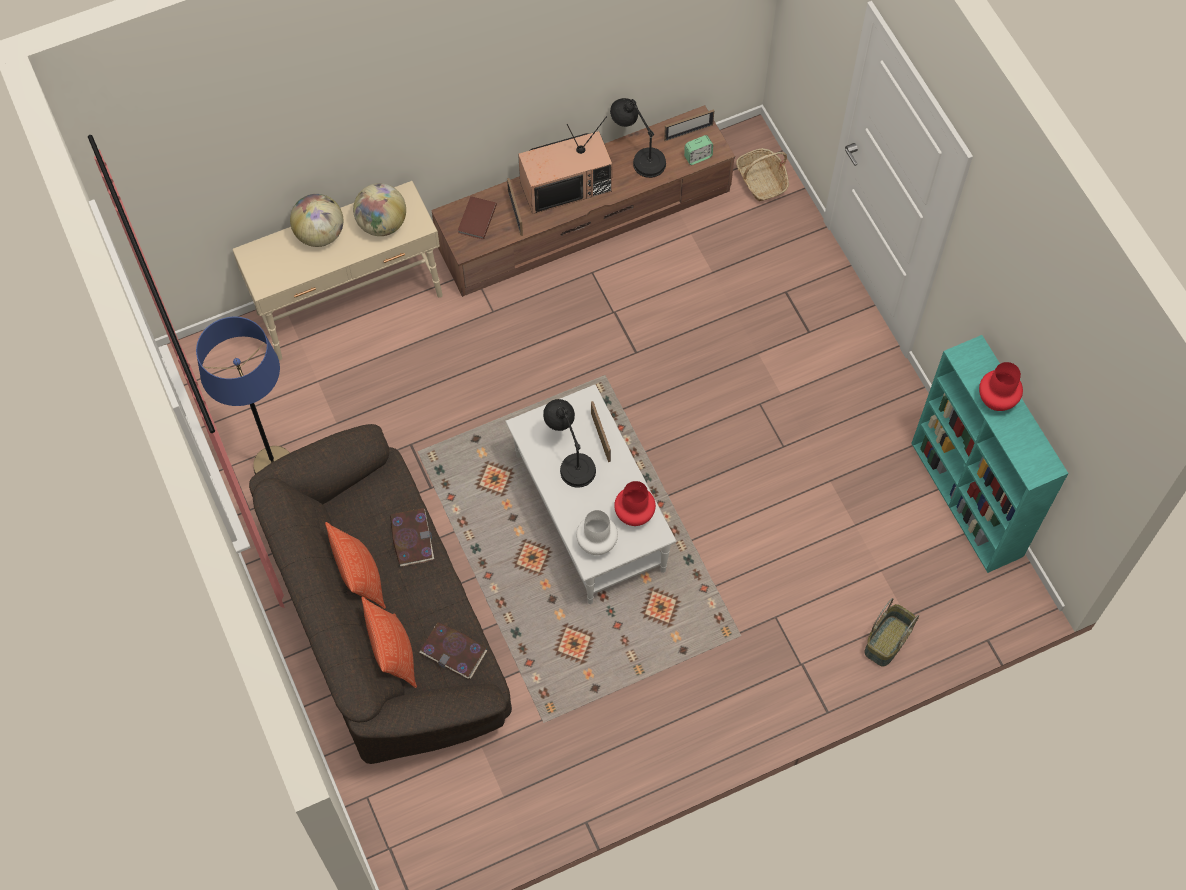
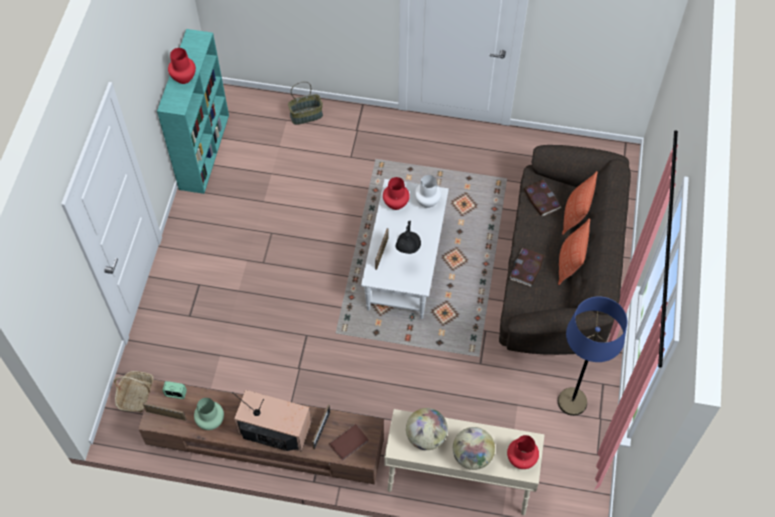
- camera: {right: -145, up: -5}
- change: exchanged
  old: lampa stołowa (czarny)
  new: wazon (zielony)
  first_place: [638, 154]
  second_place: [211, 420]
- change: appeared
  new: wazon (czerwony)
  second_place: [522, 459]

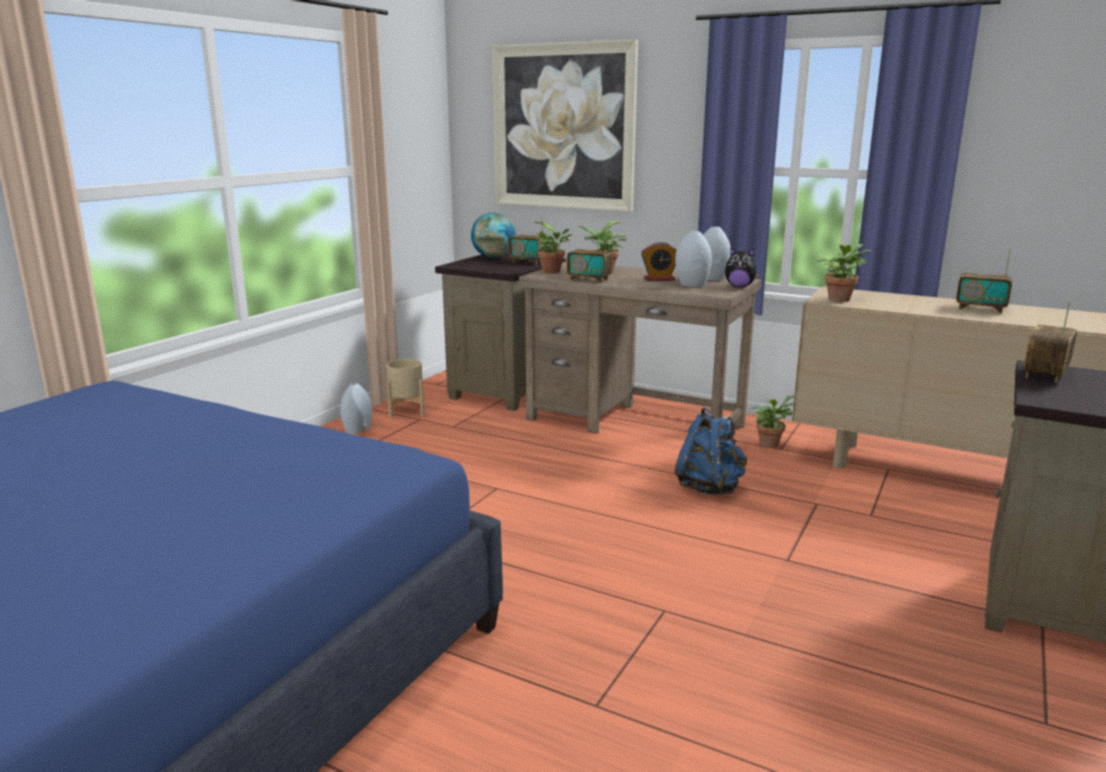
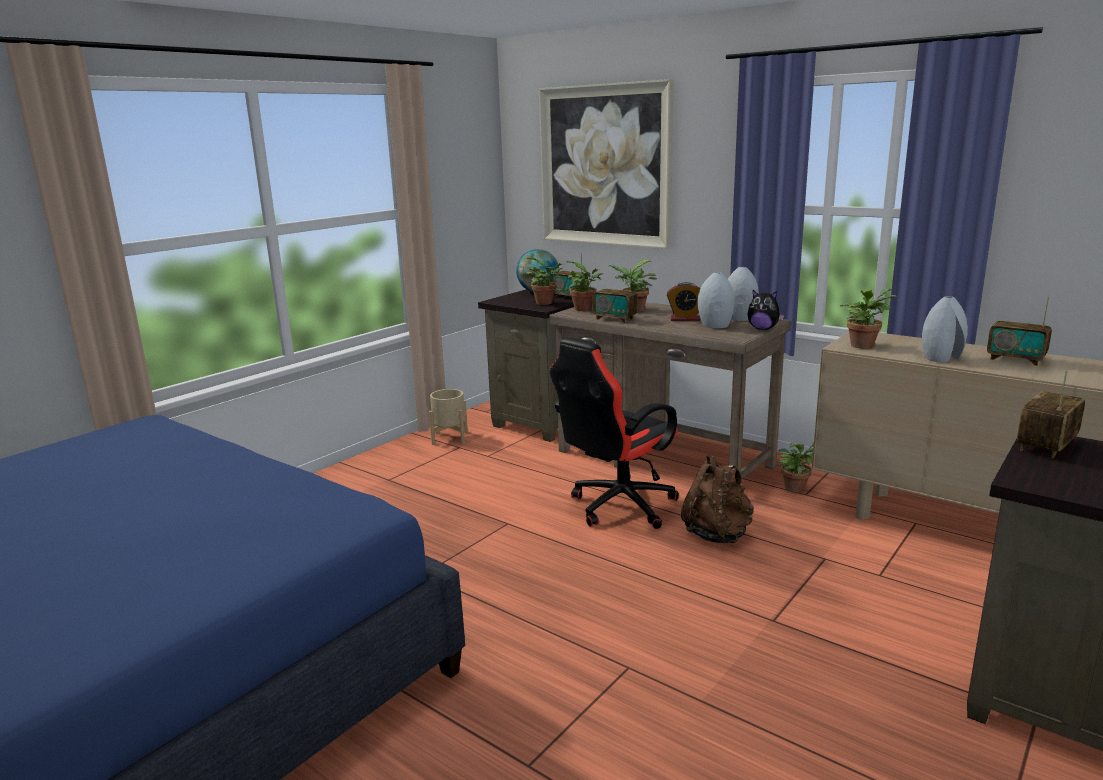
- camera: {right: 10, up: 0}
- change: relocated
  old: wazon (szary)
  first_place: [358, 430]
  second_place: [941, 359]
- change: colour
  old: plecak (niebieski)
  new: plecak (brązowy)
  first_place: [710, 487]
  second_place: [717, 534]
- change: appeared
  new: roślina doniczkowa
  second_place: [546, 303]
- change: appeared
  new: krzesło biurowe (czarny)
  second_place: [616, 509]

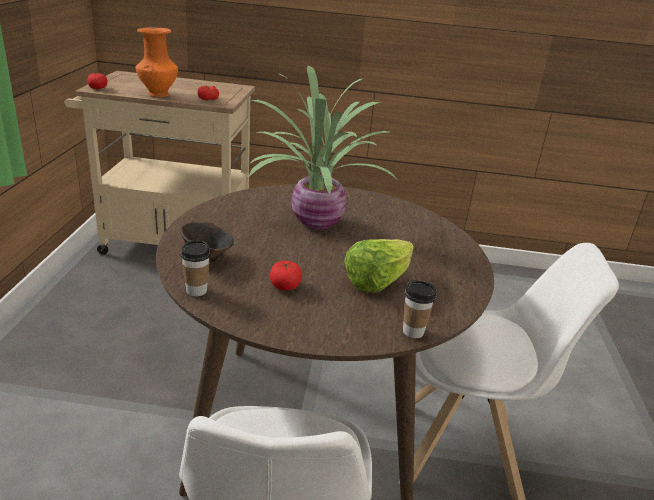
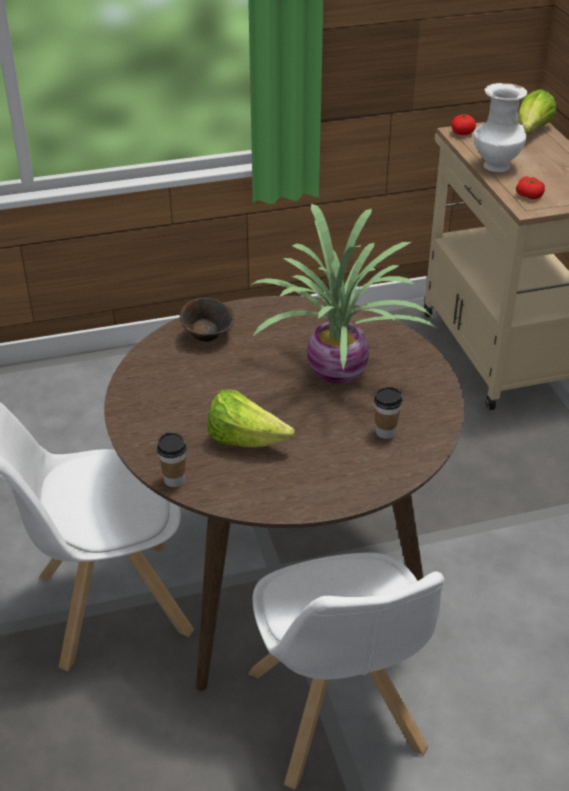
- camera: {right: 70, up: 10}
- change: colour
  old: wazon (pomarańczowy)
  new: wazon (biały)
  first_place: [158, 95]
  second_place: [495, 166]
- change: relocated
  old: filiżanka
  first_place: [196, 290]
  second_place: [385, 432]
- change: missing
  old: pomidor
  first_place: [285, 286]
- change: appeared
  new: sałata
  second_place: [532, 131]

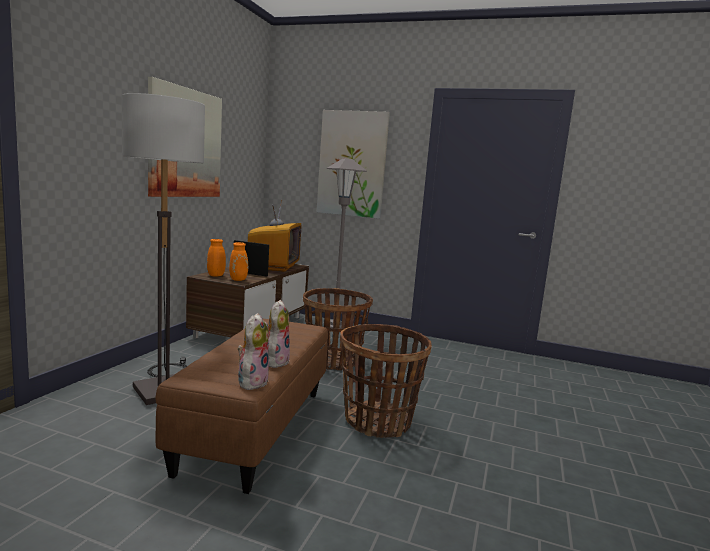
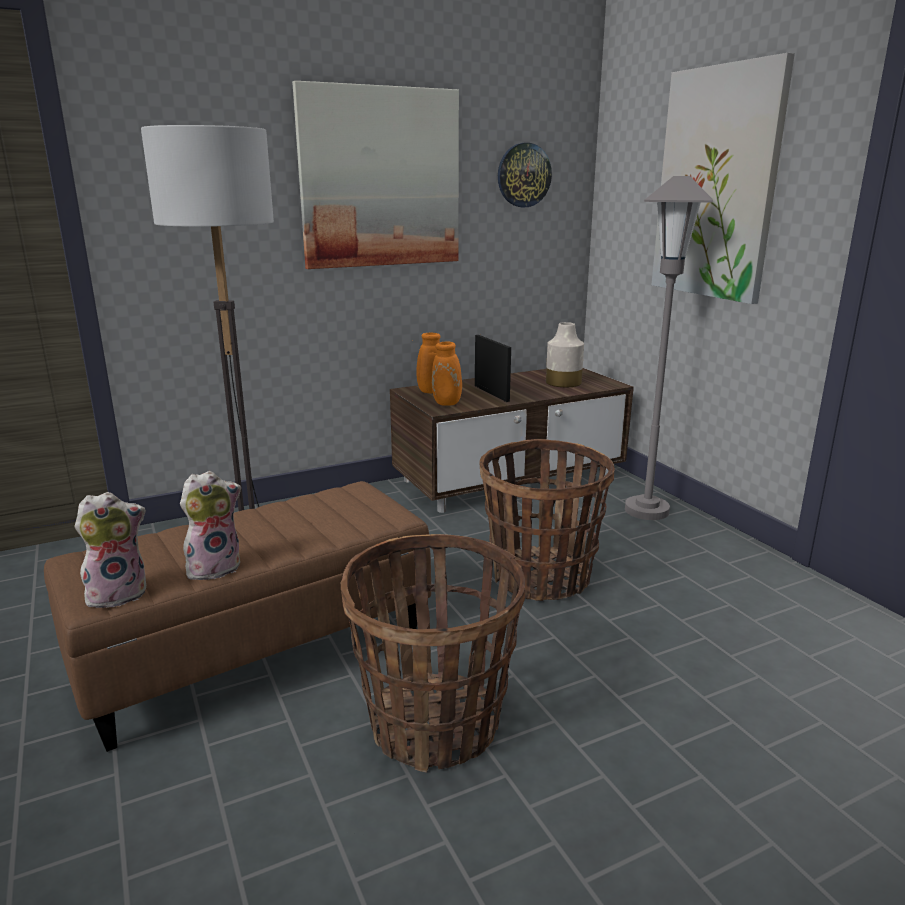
- camera: {right: 45, up: 10}
- change: exchanged
  old: telewizor
  new: wazon (beżowy)
  first_place: [274, 266]
  second_place: [563, 382]
- change: appeared
  new: zegar ścienny
  second_place: [523, 175]

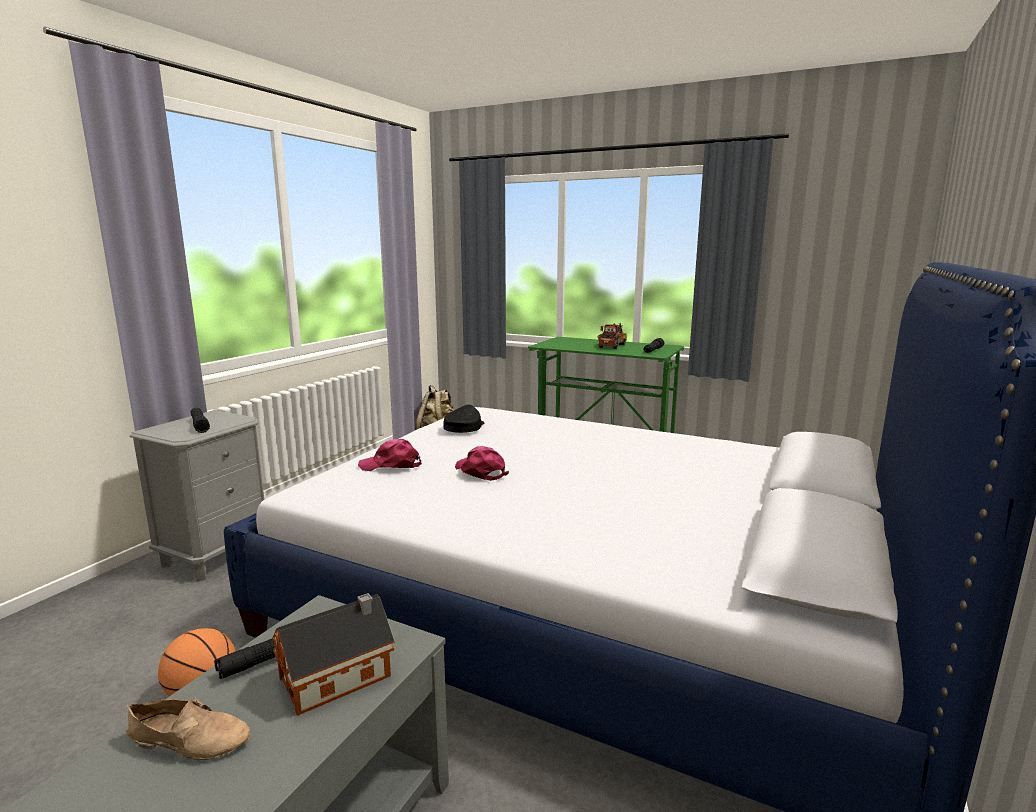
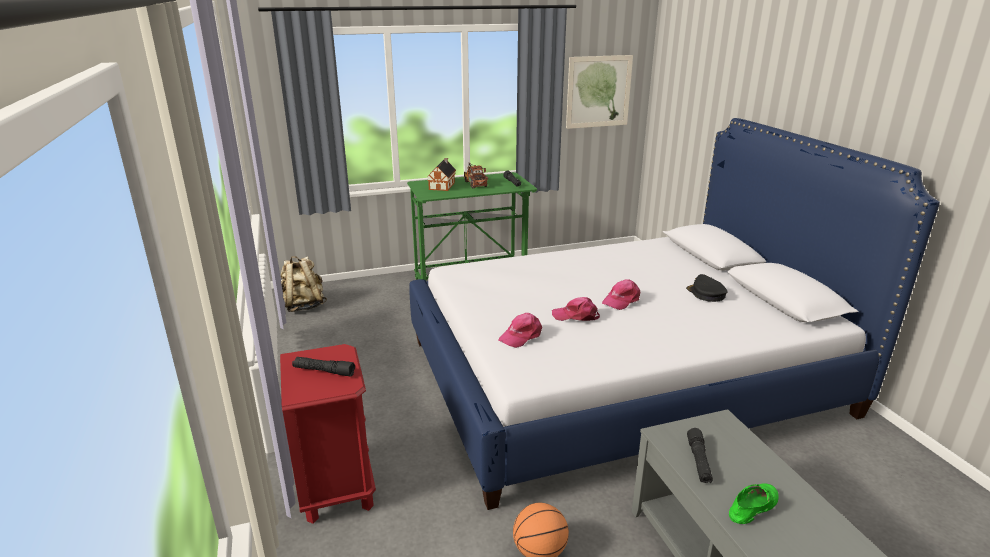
- camera: {right: -45, up: 10}
- change: relocated
  old: czapka z daszkiem (czarny)
  first_place: [463, 426]
  second_place: [705, 293]
- change: colour
  old: szafka nocna (szary)
  new: szafka nocna (czerwony)
  first_place: [217, 554]
  second_place: [336, 486]
- change: relocated
  old: domek
  first_place: [340, 675]
  second_place: [442, 185]
- change: colour
  old: but (beżowy)
  new: but (zielony)
  first_place: [191, 738]
  second_place: [752, 506]
- change: appeared
  new: obraz
  second_place: [598, 92]
- change: appeared
  new: czapka z daszkiem (różowy)
  second_place: [621, 300]

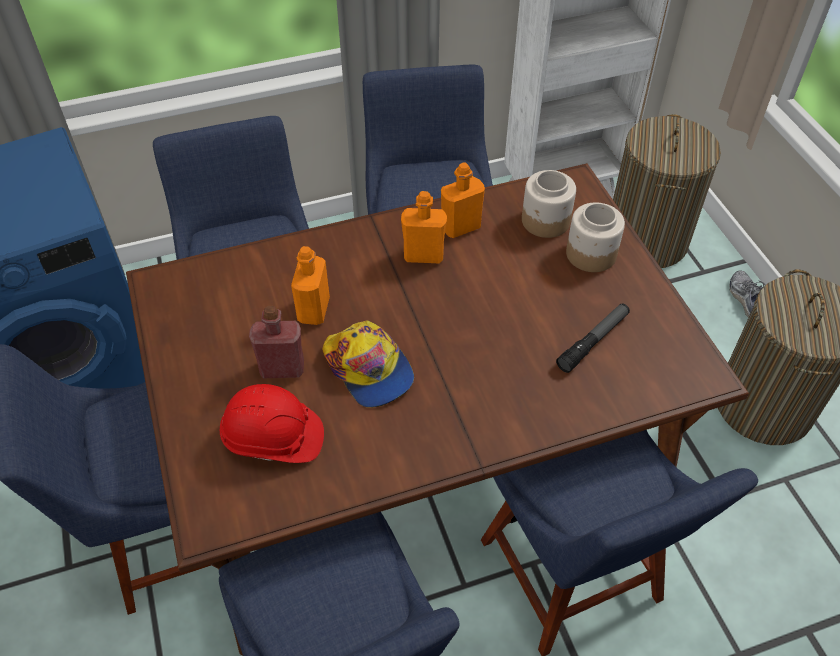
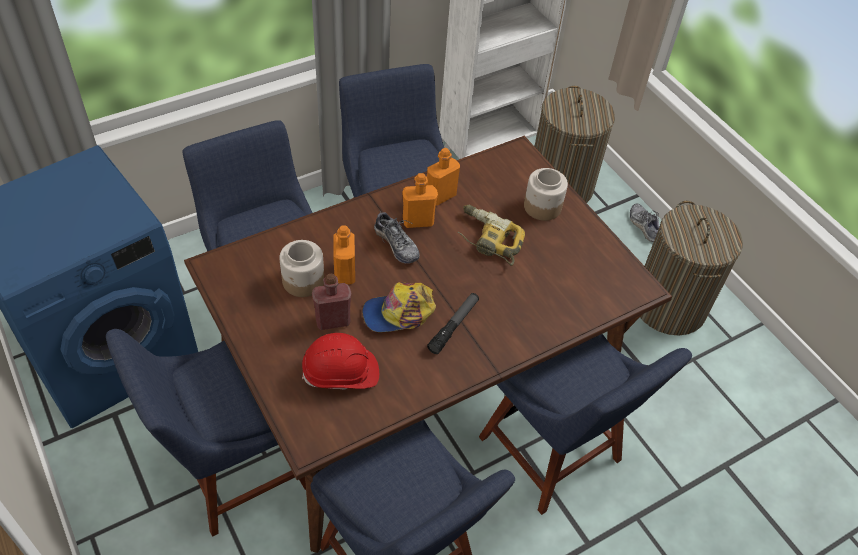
- camera: {right: -15, up: 0}
- change: relocated
  old: słoik
  first_place: [545, 221]
  second_place: [303, 281]
- change: relocated
  old: latarka
  first_place: [593, 341]
  second_place: [454, 326]
- change: spun
  old: czapka z daszkiem
  first_place: [369, 369]
  second_place: [399, 313]
  degrees: 120
- change: appeared
  new: wiertarka
  second_place: [487, 240]
- change: appeared
  new: but
  second_place: [396, 244]

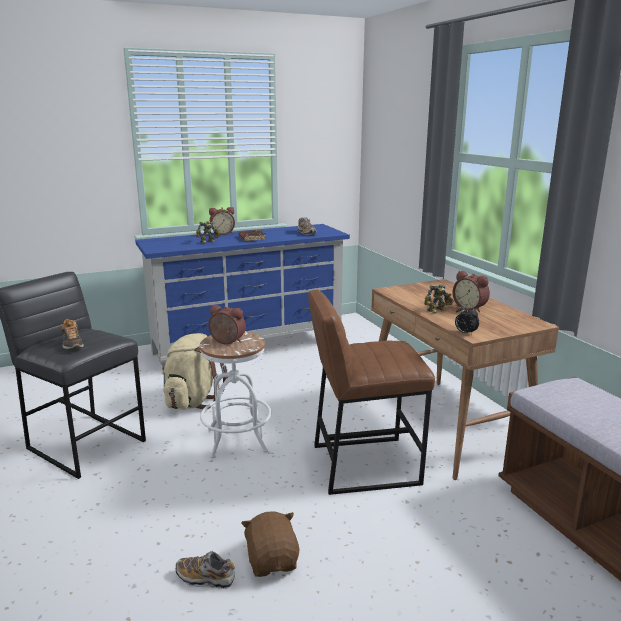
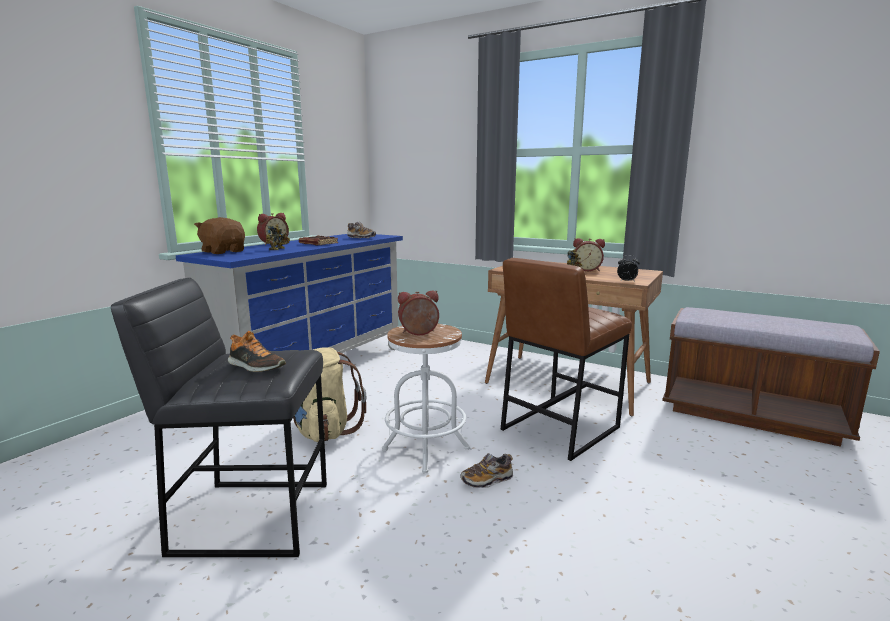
- camera: {right: -35, up: -5}
- change: relocated
  old: pluszak (brązowy)
  first_place: [272, 561]
  second_place: [223, 251]
- change: relocated
  old: but
  first_place: [205, 578]
  second_place: [487, 480]

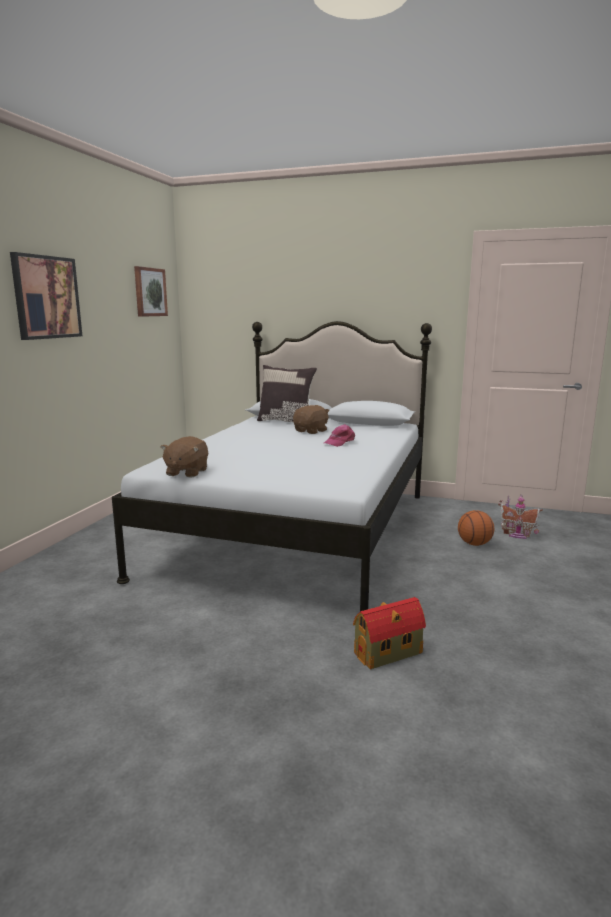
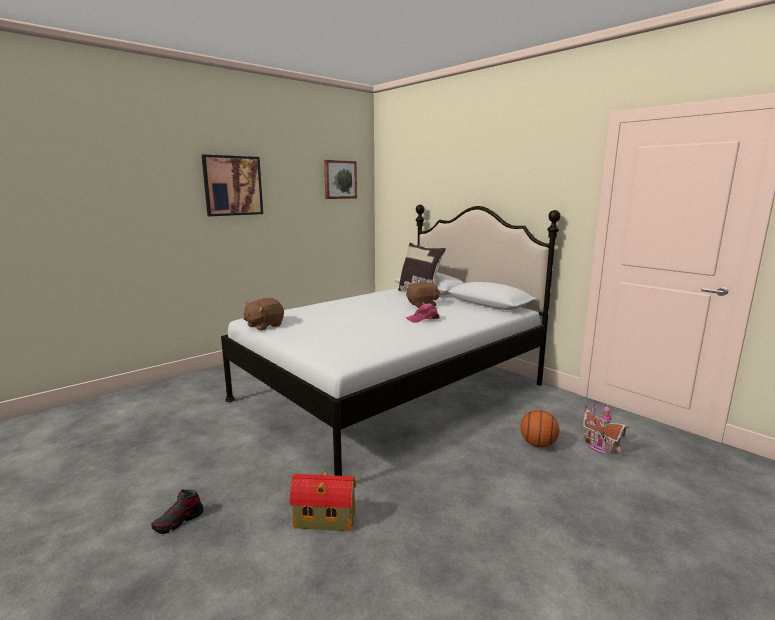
- camera: {right: 30, up: 0}
- change: appeared
  new: but
  second_place: [179, 521]

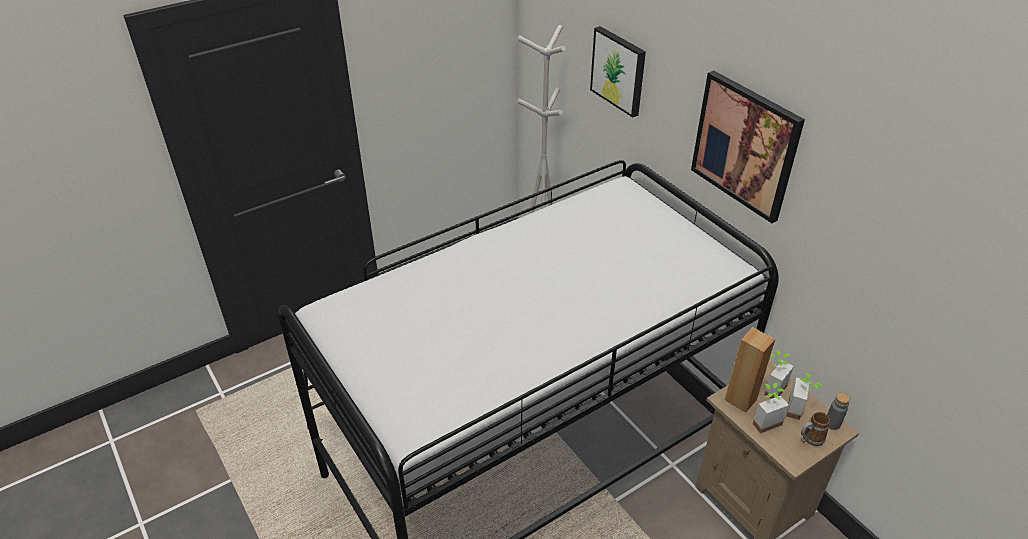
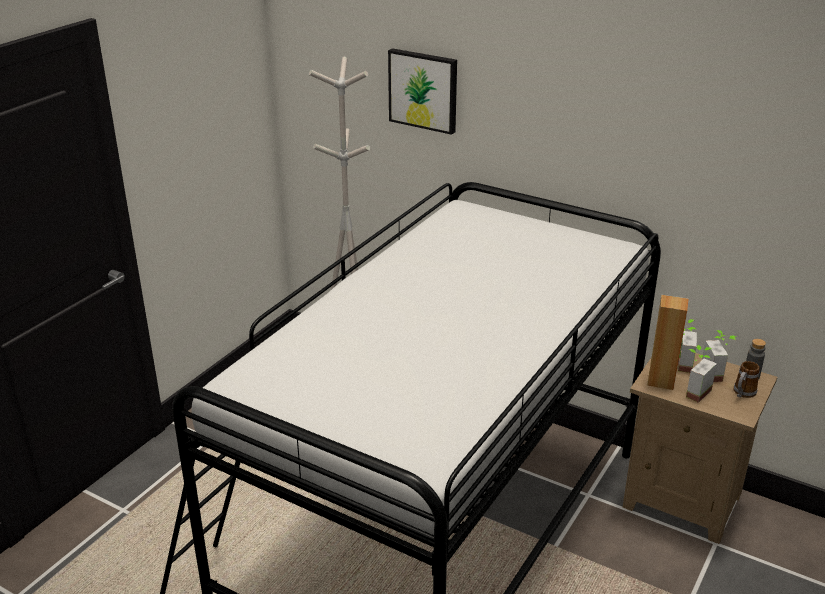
- camera: {right: -25, up: -10}
- change: missing
  old: obraz
  first_place: [745, 145]

